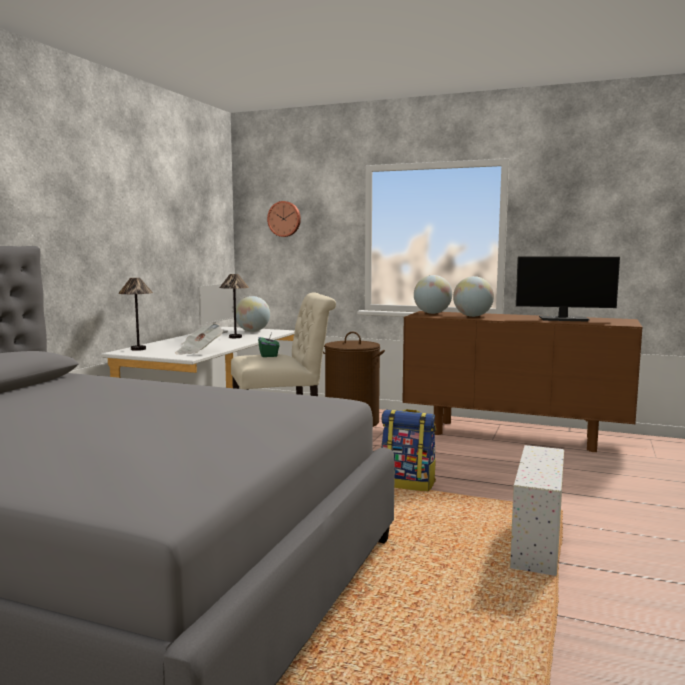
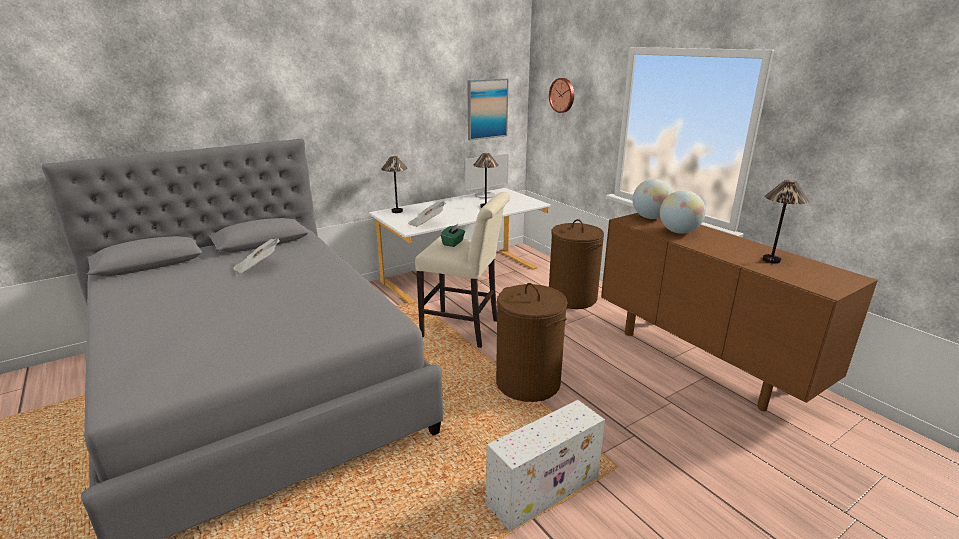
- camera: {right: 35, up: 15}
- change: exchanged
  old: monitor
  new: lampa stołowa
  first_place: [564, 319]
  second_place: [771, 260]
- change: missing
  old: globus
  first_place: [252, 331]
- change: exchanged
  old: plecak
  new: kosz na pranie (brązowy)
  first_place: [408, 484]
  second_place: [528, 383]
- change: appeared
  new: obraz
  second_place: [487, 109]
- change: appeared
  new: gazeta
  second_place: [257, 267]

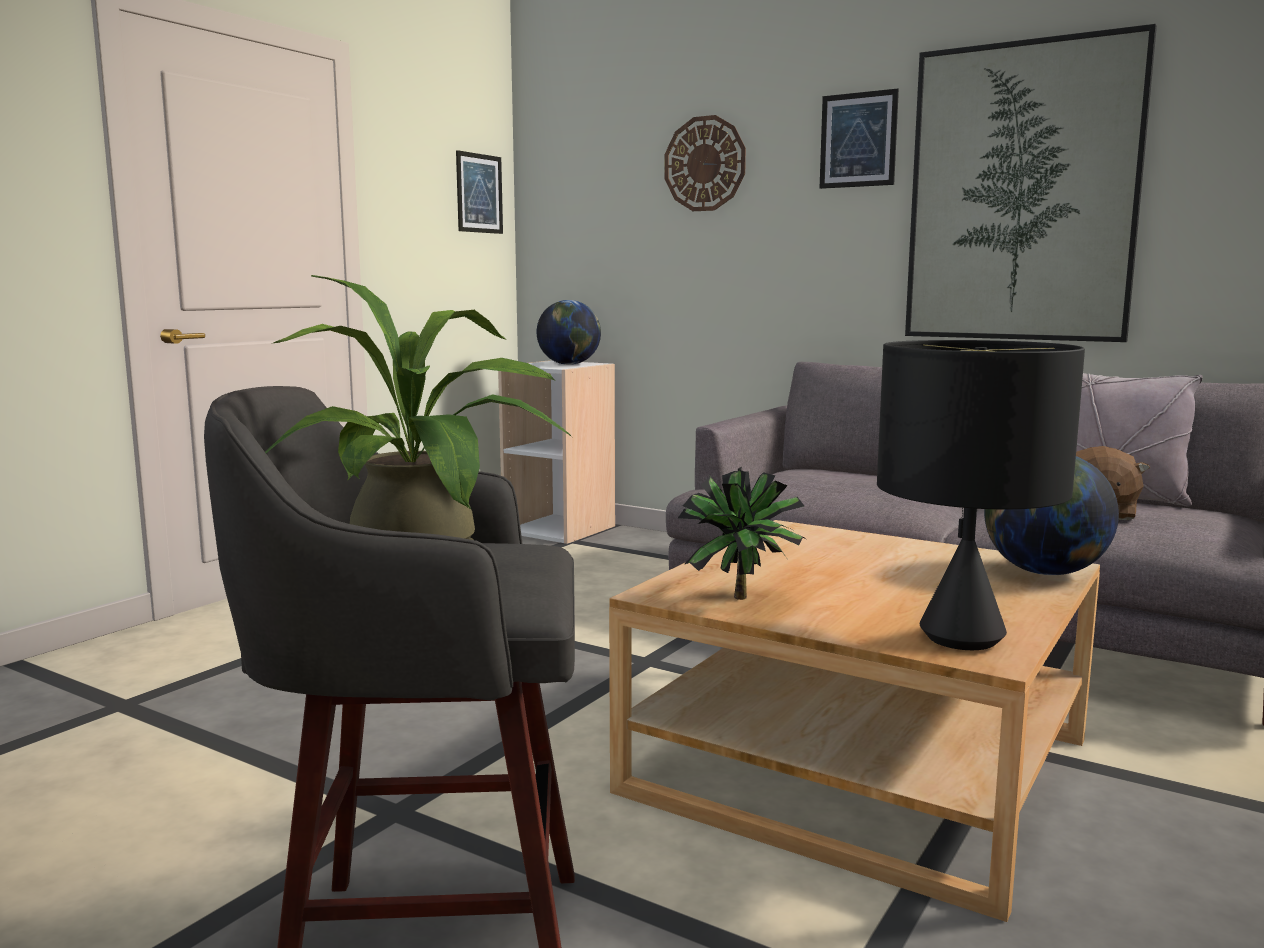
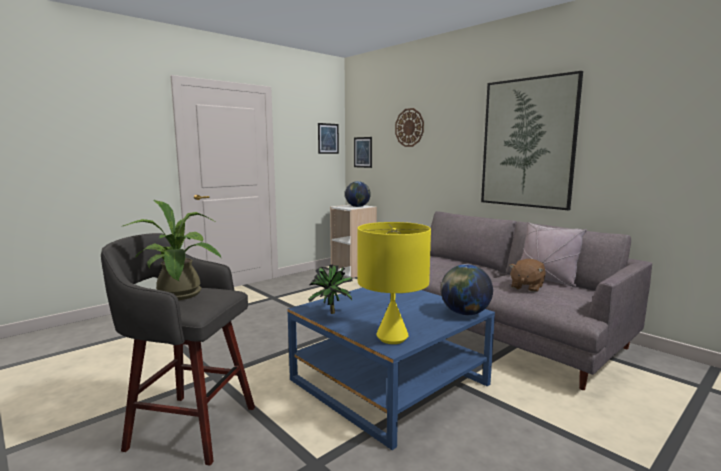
- camera: {right: 15, up: 0}
- change: relocated
  old: obraz
  first_place: [858, 140]
  second_place: [363, 152]
- change: colour
  old: lampa stołowa (czarny)
  new: lampa stołowa (żółty)
  first_place: [962, 639]
  second_place: [392, 339]
- change: colour
  old: ława (beżowy)
  new: ława (niebieski)
  first_place: [860, 765]
  second_place: [389, 382]

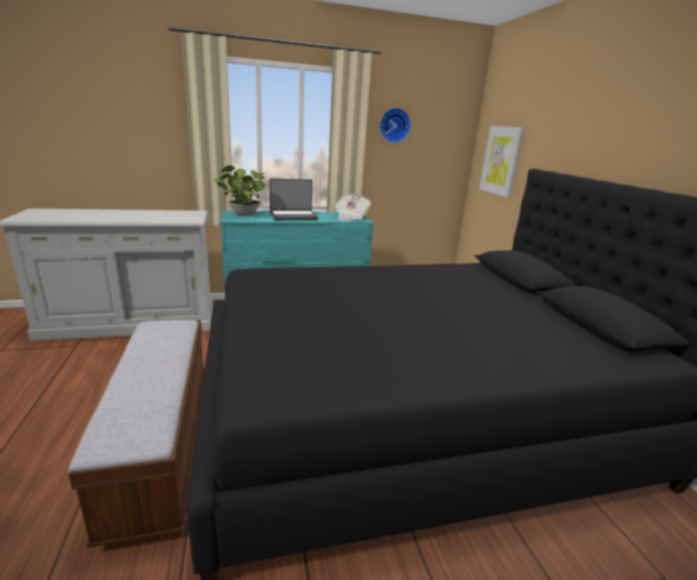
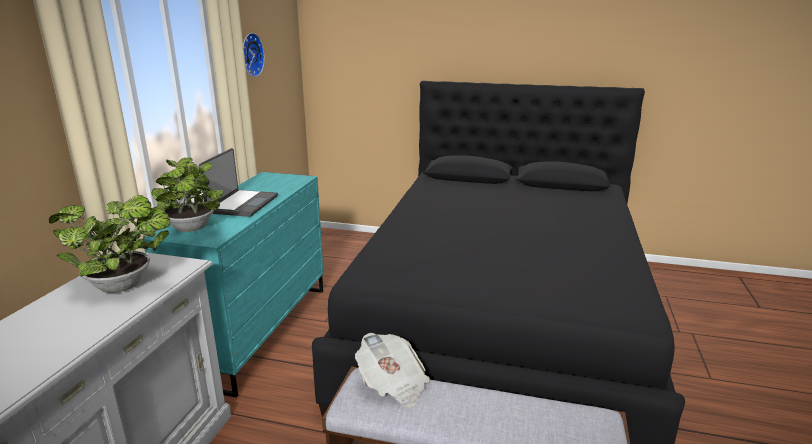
- camera: {right: -60, up: 0}
- change: missing
  old: obraz
  first_place: [501, 161]
- change: relocated
  old: gazeta
  first_place: [351, 217]
  second_place: [393, 385]
- change: appeared
  new: roślina doniczkowa
  second_place: [125, 286]

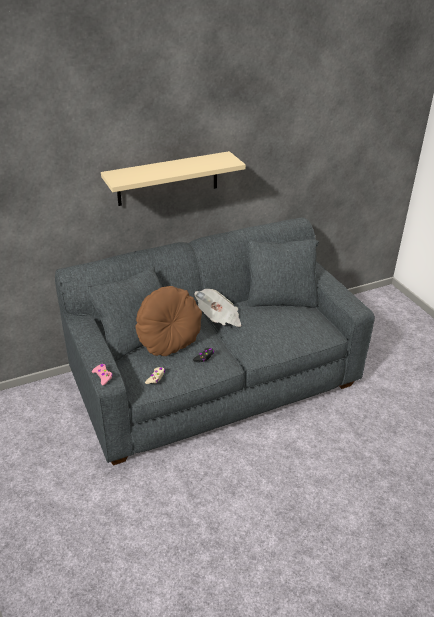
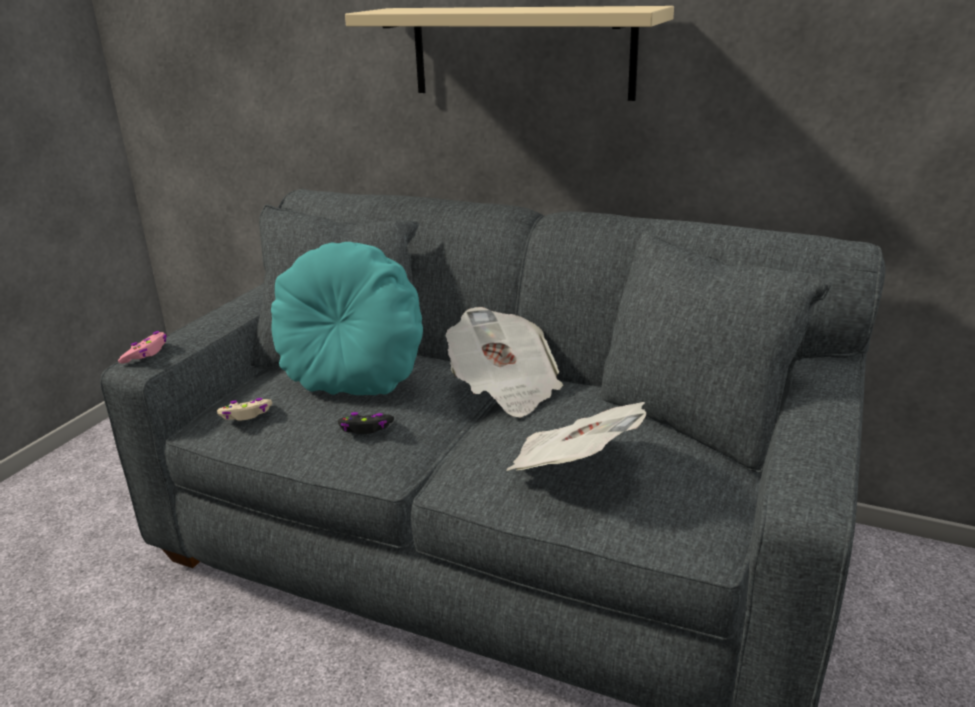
- camera: {right: 50, up: -10}
- change: colour
  old: poduszka (brązowy)
  new: poduszka (turkusowy)
  first_place: [170, 345]
  second_place: [353, 384]
- change: appeared
  new: gazeta
  second_place: [573, 468]

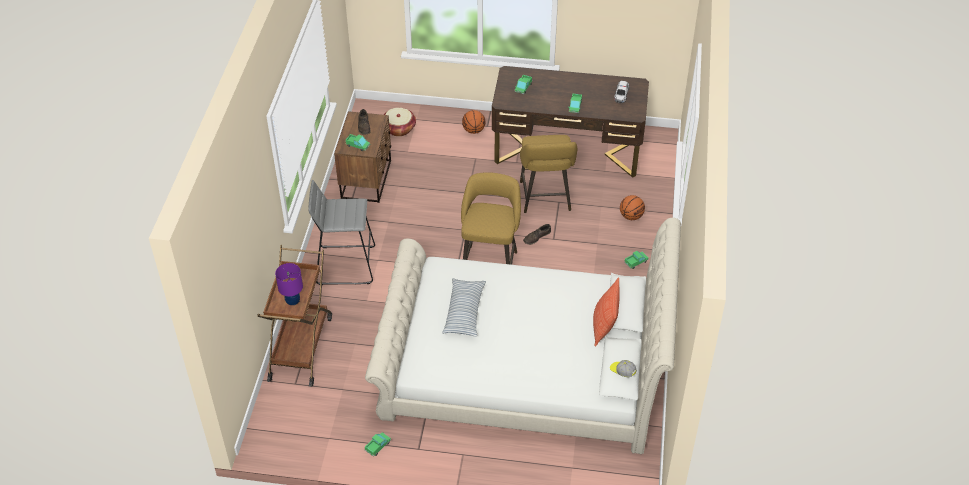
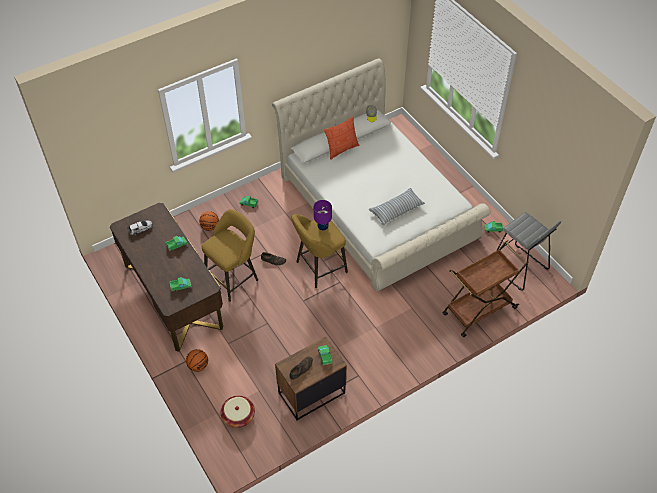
- camera: {right: -130, up: 5}
- change: relocated
  old: stołek (szary)
  first_place: [345, 264]
  second_place: [519, 268]
- change: relocated
  old: lampa stołowa (fioletowy)
  first_place: [293, 301]
  second_place: [323, 227]

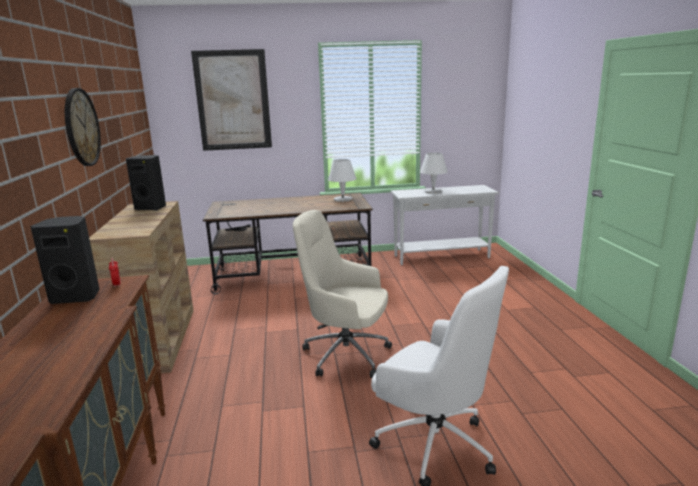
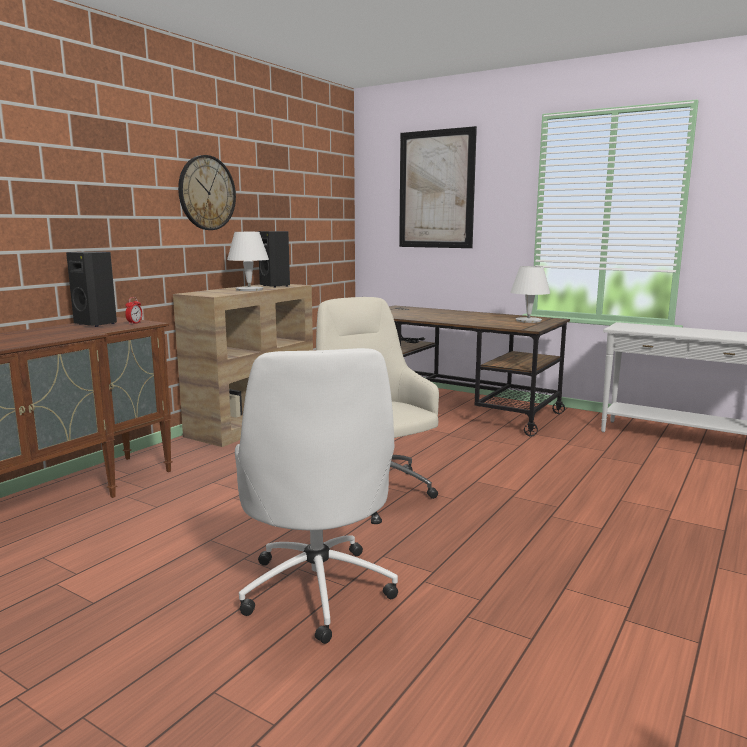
- camera: {right: 40, up: -5}
- change: relocated
  old: lampa stołowa (biały)
  first_place: [433, 191]
  second_place: [249, 289]

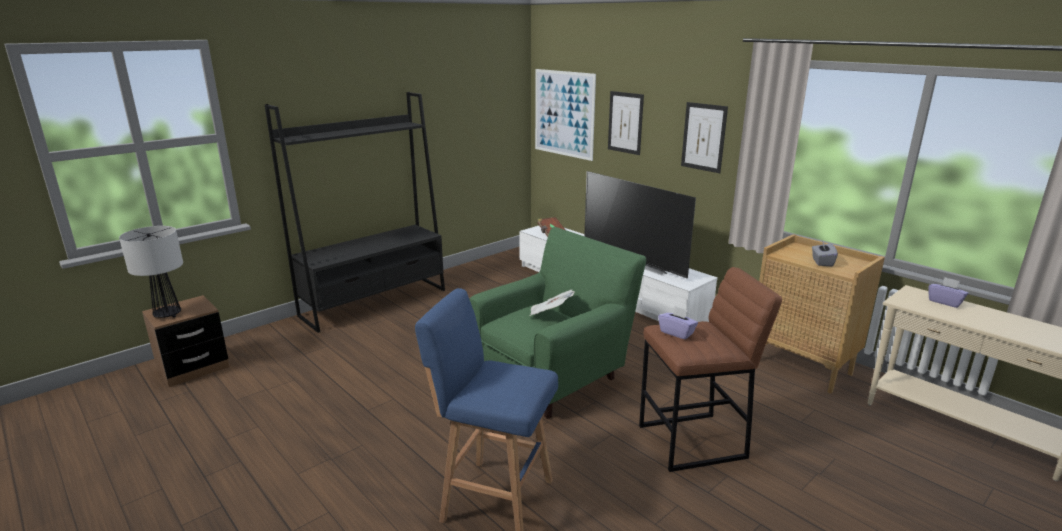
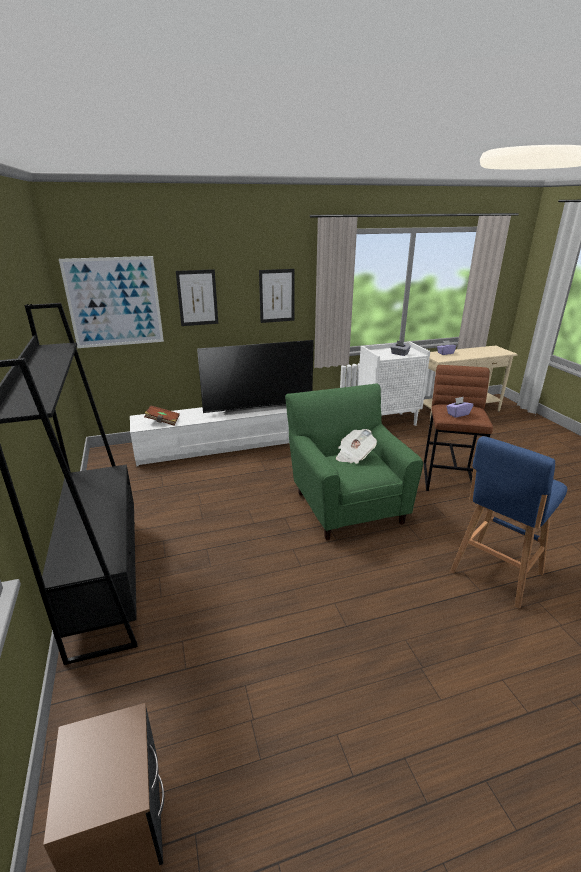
- camera: {right: -65, up: 5}
- change: missing
  old: lampa stołowa
  first_place: [167, 315]
- change: colour
  old: szafka (brązowy)
  new: szafka (biały)
  first_place: [802, 368]
  second_place: [387, 422]

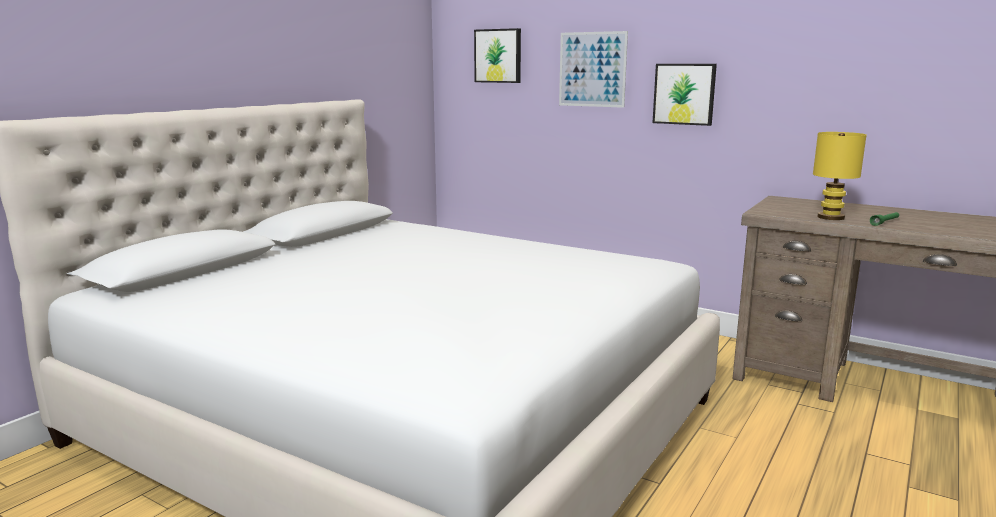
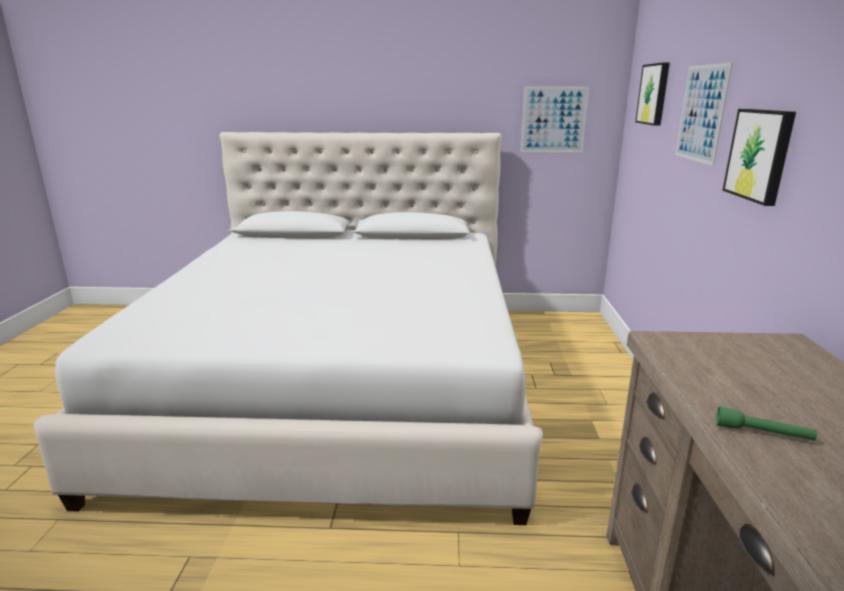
- camera: {right: 60, up: 5}
- change: missing
  old: lampa stołowa (żółty)
  first_place: [830, 217]
- change: appeared
  new: obraz
  second_place: [554, 119]

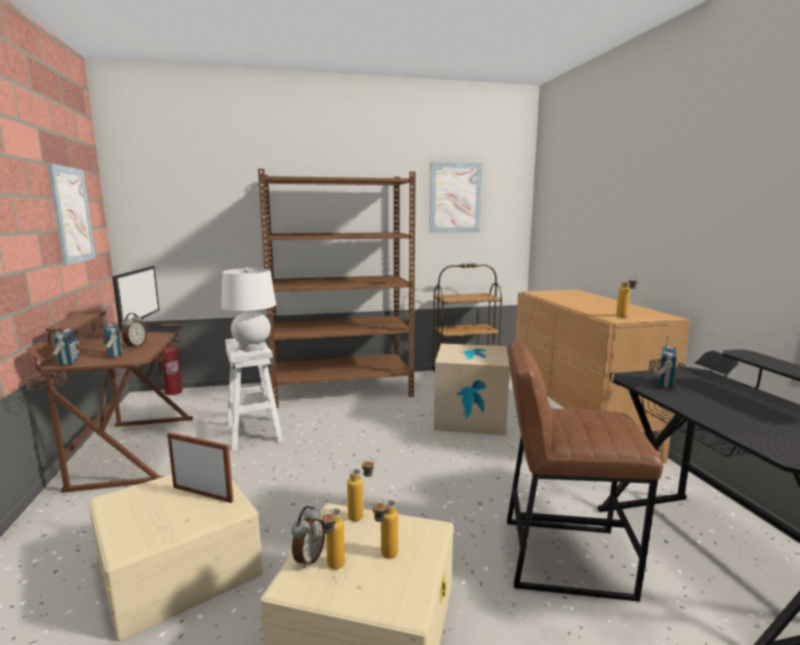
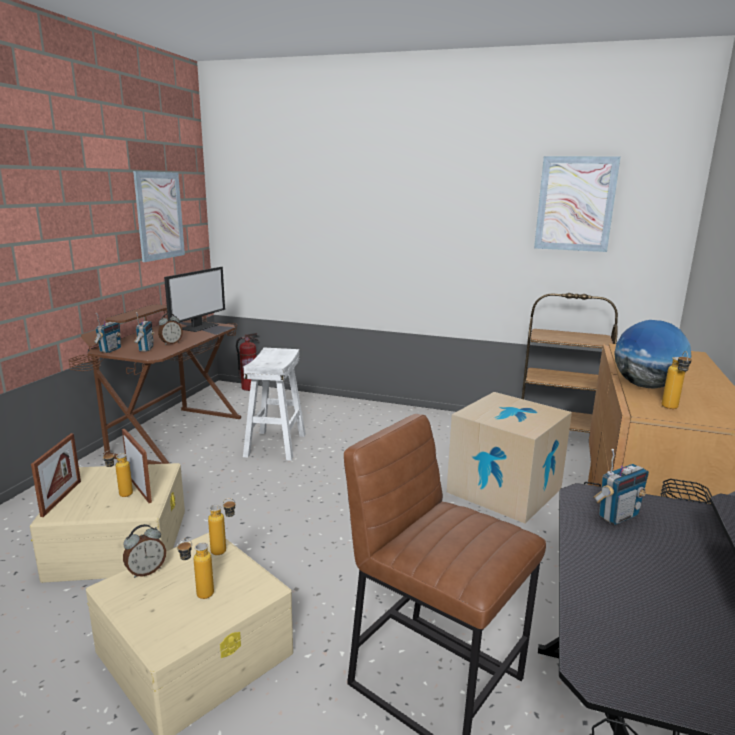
- camera: {right: 30, up: 5}
- change: missing
  old: regał (brązowy)
  first_place: [342, 389]
- change: missing
  old: lampa stołowa (biały)
  first_place: [252, 347]
- change: relocated
  old: butelka
  first_place: [333, 569]
  second_place: [120, 496]
- change: appeared
  new: globus
  second_place: [646, 386]
- change: appeared
  new: ramka na zdjęcie
  second_place: [61, 498]

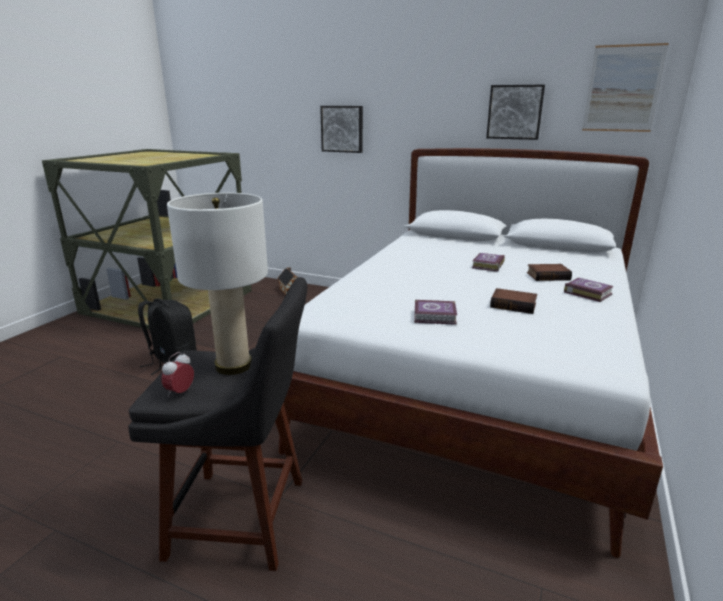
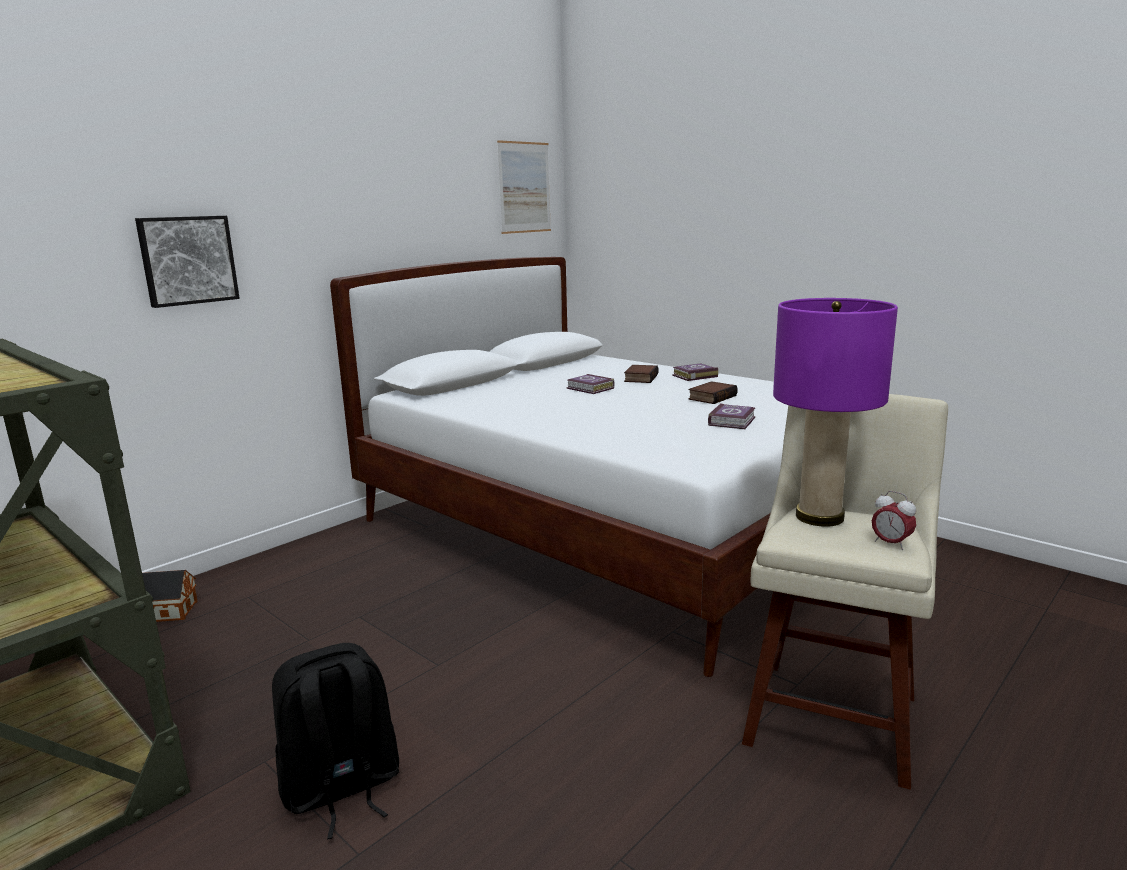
- camera: {right: -70, up: -5}
- change: missing
  old: obraz
  first_place: [515, 112]
- change: colour
  old: lampa stołowa (biały)
  new: lampa stołowa (fioletowy)
  first_place: [233, 366]
  second_place: [820, 517]
- change: colour
  old: stołek (czarny)
  new: stołek (beżowy)
  first_place: [244, 518]
  second_place: [833, 713]

